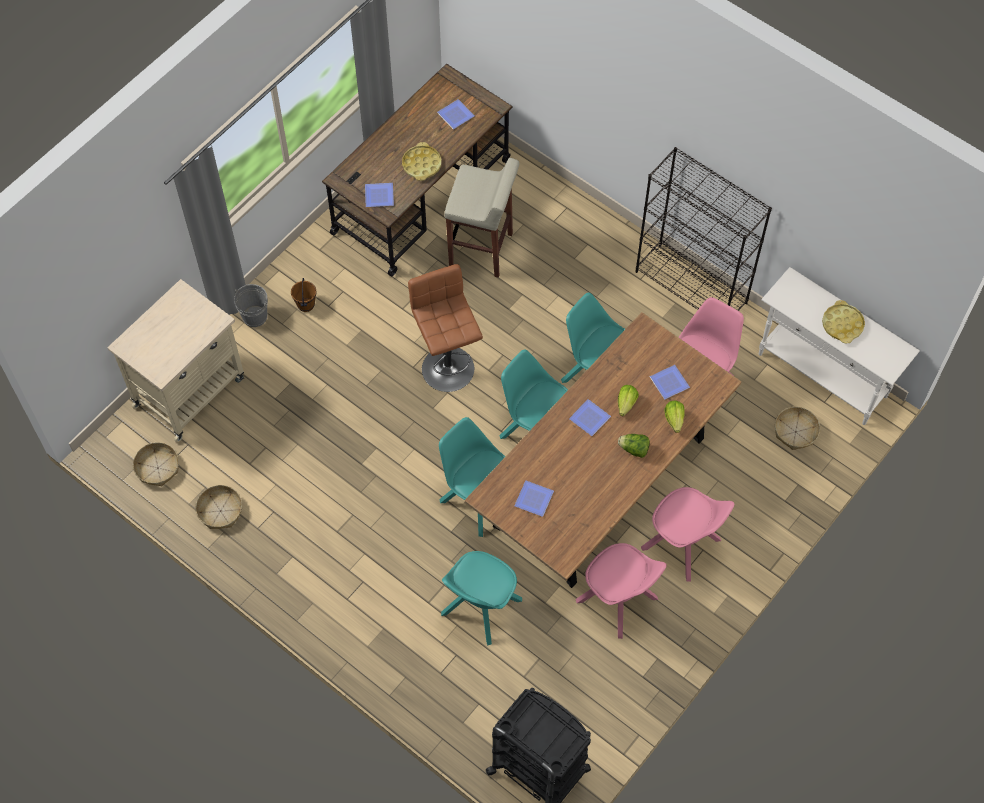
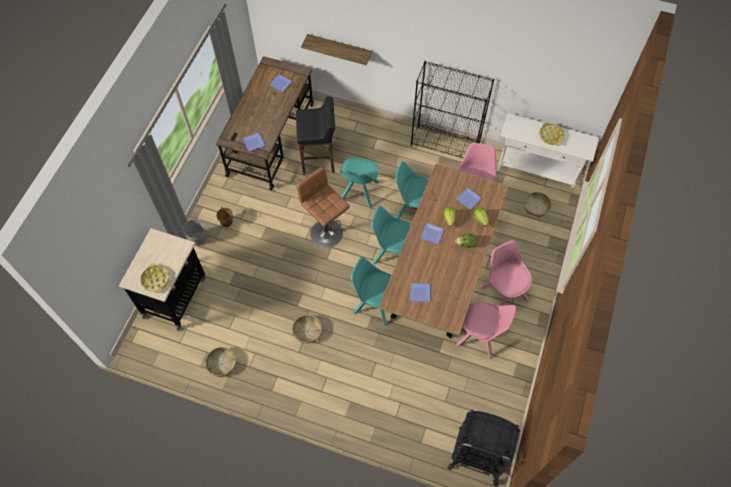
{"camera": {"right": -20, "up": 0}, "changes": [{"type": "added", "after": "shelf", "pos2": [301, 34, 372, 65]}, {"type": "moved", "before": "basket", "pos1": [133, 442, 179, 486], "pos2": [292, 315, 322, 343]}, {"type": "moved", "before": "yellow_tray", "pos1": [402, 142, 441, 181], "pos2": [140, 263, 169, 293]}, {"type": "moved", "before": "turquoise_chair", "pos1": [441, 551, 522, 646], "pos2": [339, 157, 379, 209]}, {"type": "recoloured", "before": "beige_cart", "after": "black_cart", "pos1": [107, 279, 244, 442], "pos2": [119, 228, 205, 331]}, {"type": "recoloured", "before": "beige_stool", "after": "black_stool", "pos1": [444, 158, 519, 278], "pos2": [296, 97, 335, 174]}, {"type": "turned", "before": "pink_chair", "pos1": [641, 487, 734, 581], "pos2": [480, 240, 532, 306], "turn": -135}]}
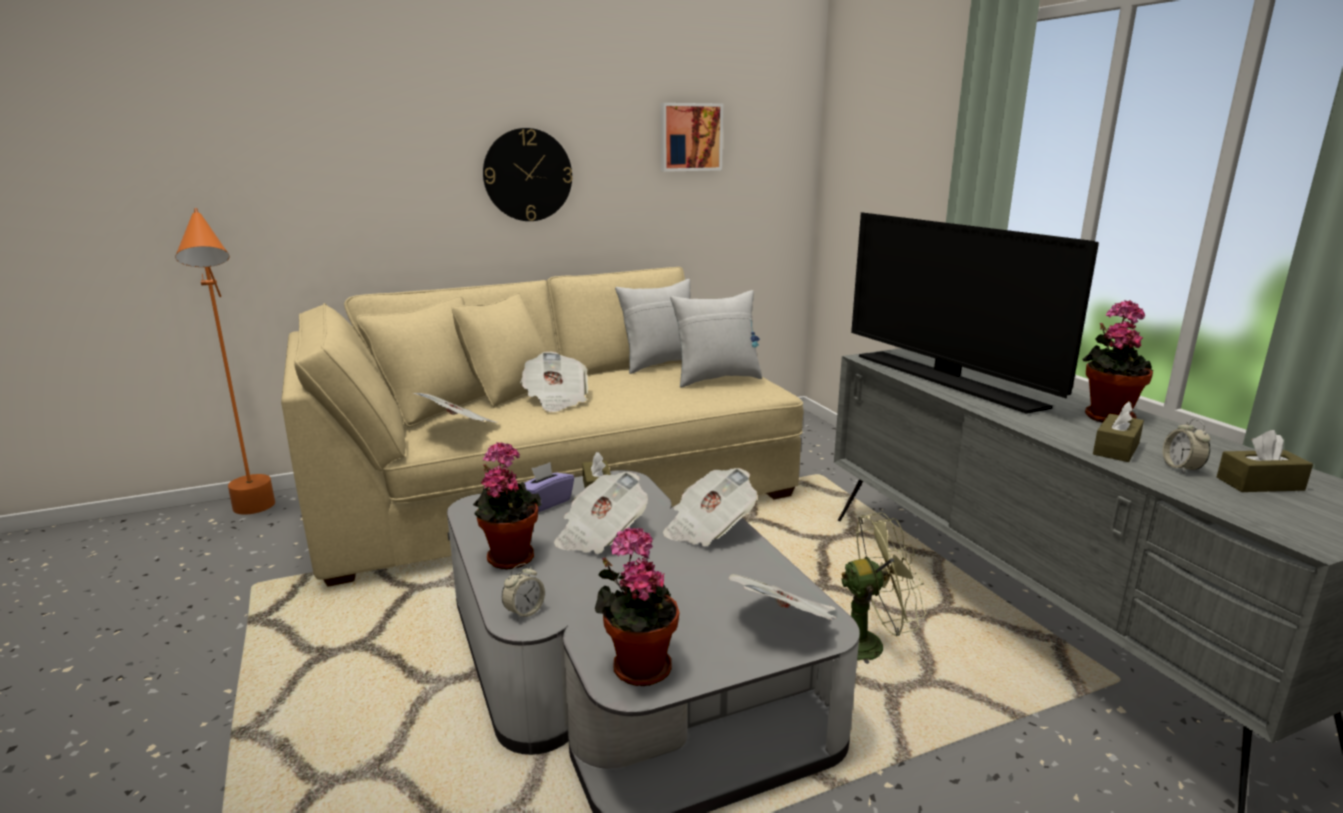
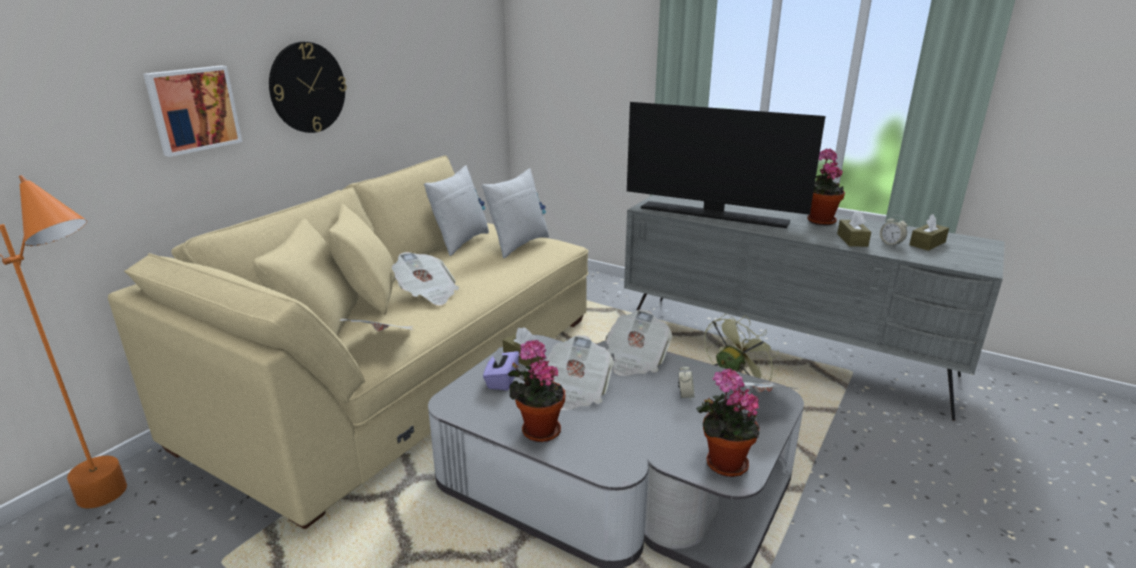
{"camera": {"right": -35, "up": 5}, "changes": [{"type": "moved", "before": "alarm_clock", "pos1": [502, 563, 545, 621], "pos2": [678, 364, 695, 401]}, {"type": "moved", "before": "picture", "pos1": [661, 103, 723, 172], "pos2": [143, 66, 242, 157]}]}
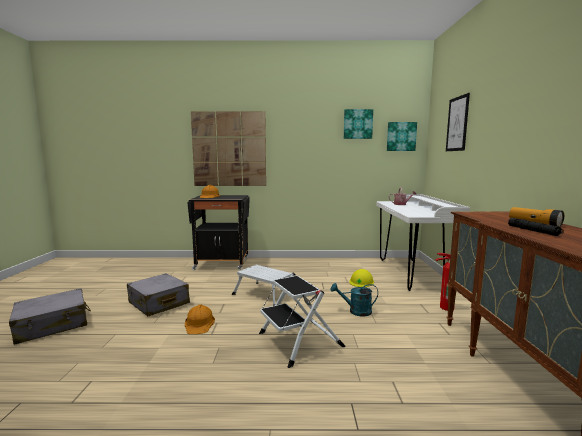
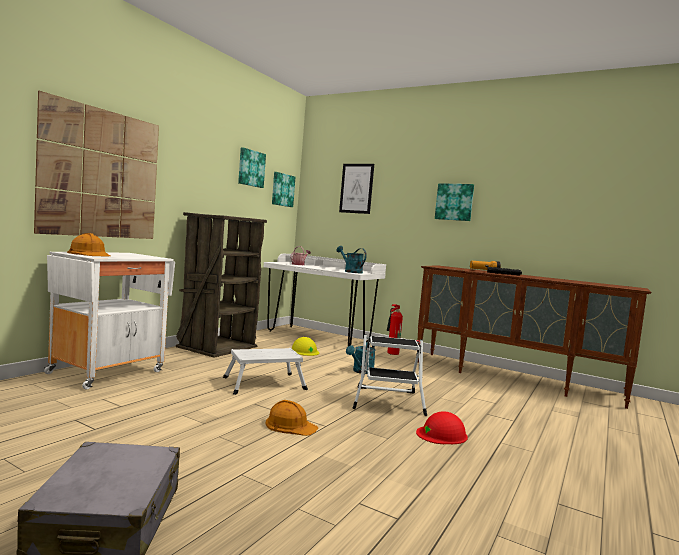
{"camera": {"right": -60, "up": -5}, "changes": [{"type": "removed", "before": "grey_suitcase", "pos1": [127, 273, 190, 316]}, {"type": "added", "after": "brown_bookcase", "pos2": [176, 212, 267, 358]}, {"type": "added", "after": "turquoise_watering_can", "pos2": [337, 246, 367, 273]}, {"type": "added", "after": "red_hard_hat", "pos2": [416, 411, 468, 444]}, {"type": "added", "after": "picture", "pos2": [435, 183, 474, 221]}, {"type": "recoloured", "before": "black_cart", "after": "white_cart", "pos1": [187, 195, 250, 270], "pos2": [44, 252, 175, 390]}]}
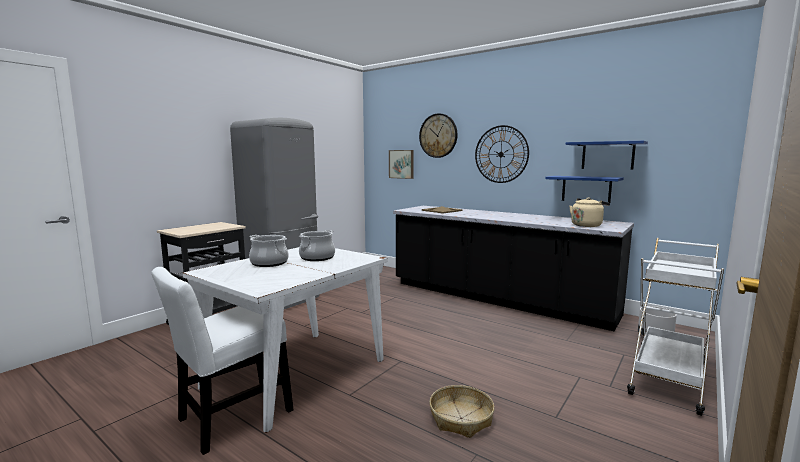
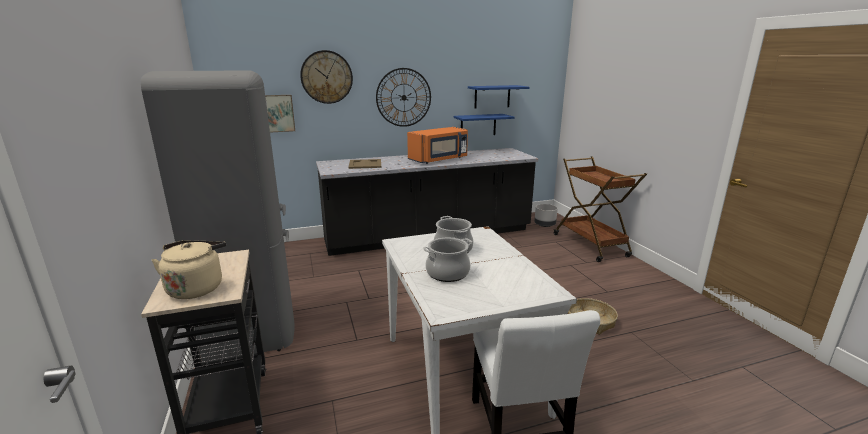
{"camera": {"right": -55, "up": 10}, "changes": [{"type": "added", "after": "orange_microwave", "pos2": [407, 127, 468, 164]}, {"type": "moved", "before": "beige_kettle", "pos1": [569, 198, 610, 227], "pos2": [152, 240, 226, 299]}, {"type": "recoloured", "before": "white_cart", "after": "brown_cart", "pos1": [627, 238, 724, 416], "pos2": [553, 156, 647, 262]}]}
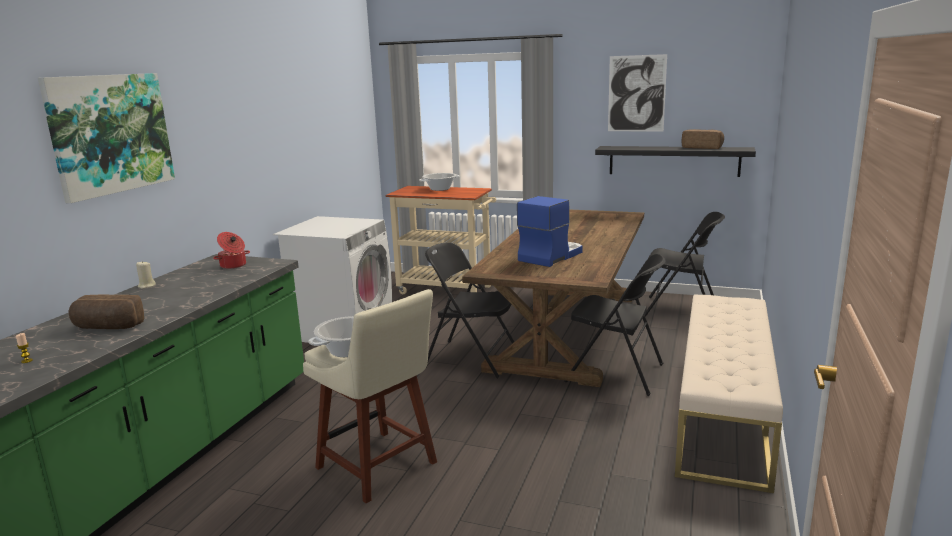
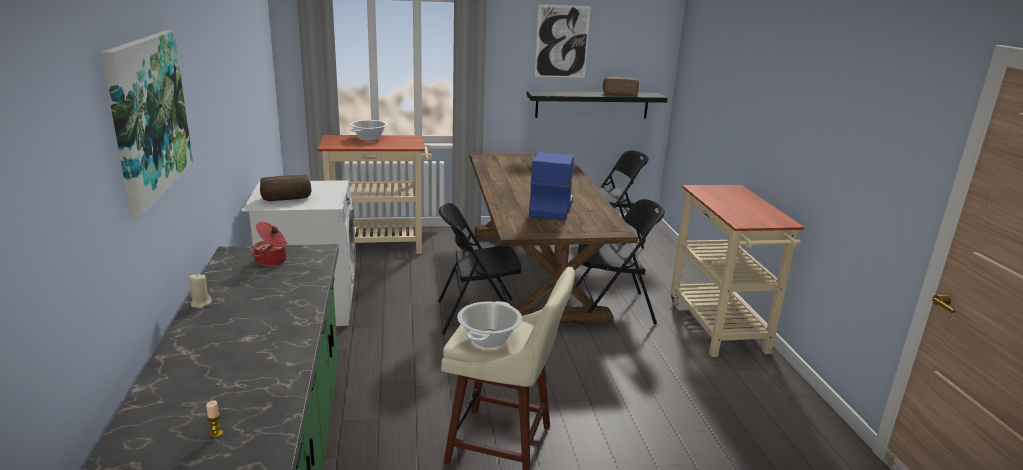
{"camera": {"right": -30, "up": 5}, "changes": [{"type": "moved", "before": "bread", "pos1": [68, 294, 144, 329], "pos2": [260, 174, 311, 201]}, {"type": "replaced", "before": "beige_bench", "after": "beige_cart", "pos1": [675, 294, 783, 493], "pos2": [670, 185, 804, 357]}]}
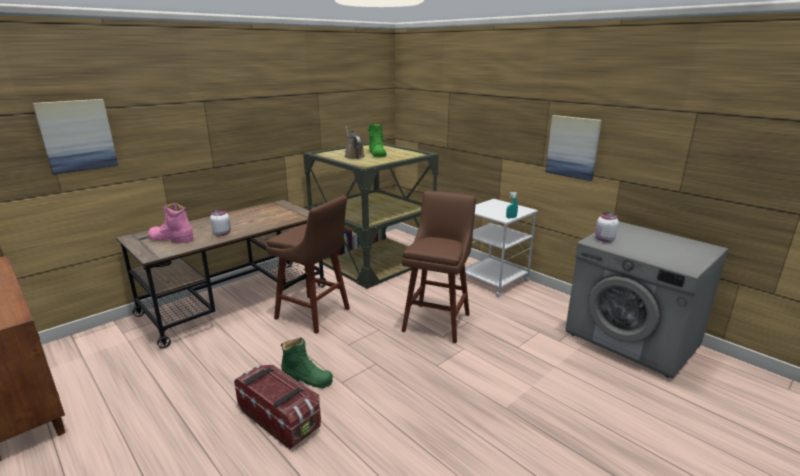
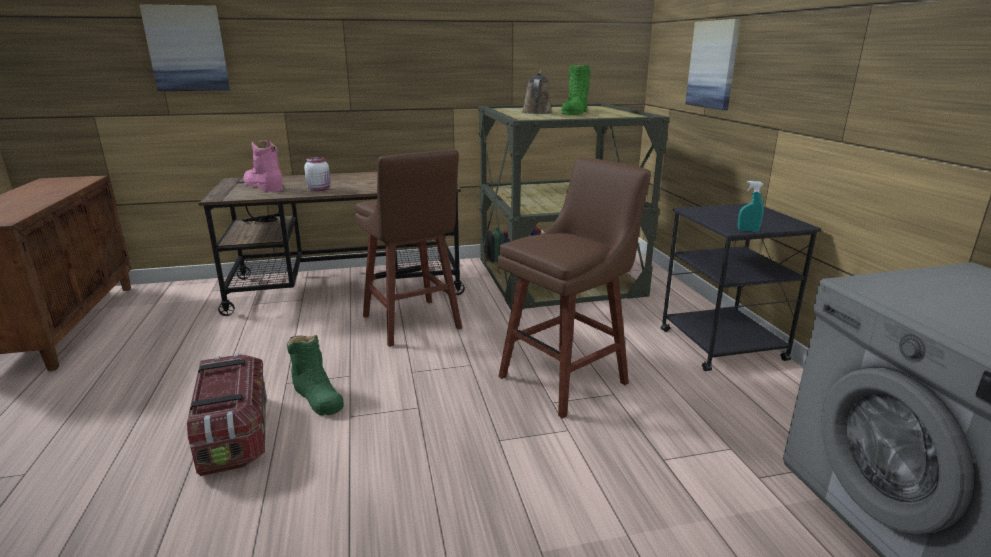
{"camera": {"right": 30, "up": 0}, "changes": [{"type": "removed", "before": "white_jar", "pos1": [595, 213, 619, 242]}, {"type": "moved", "before": "picture", "pos1": [546, 115, 602, 181], "pos2": [685, 19, 741, 110]}, {"type": "recoloured", "before": "white_cart", "after": "black_cart", "pos1": [459, 199, 538, 297], "pos2": [661, 203, 821, 371]}]}
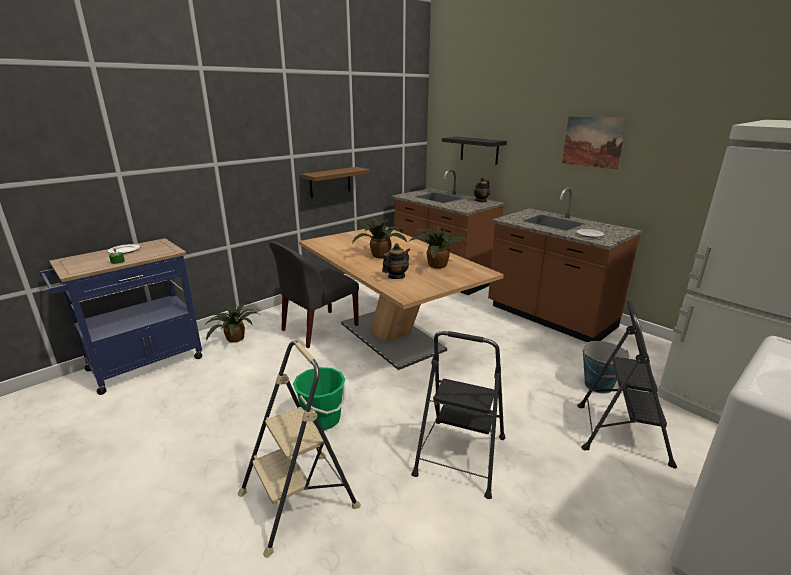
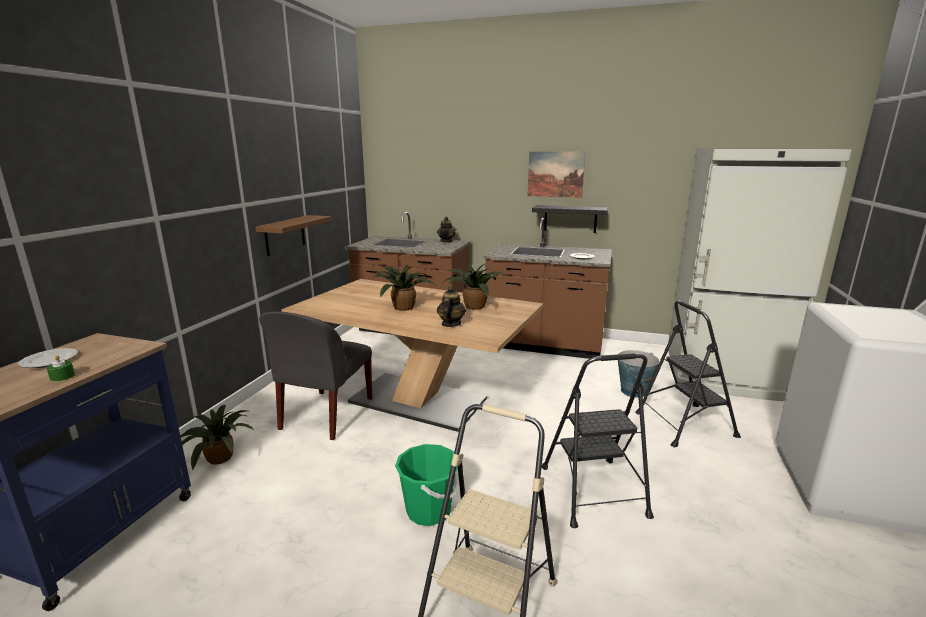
{"camera": {"right": -30, "up": -5}, "changes": [{"type": "moved", "before": "black_shelf", "pos1": [442, 137, 507, 165], "pos2": [532, 205, 608, 233]}]}
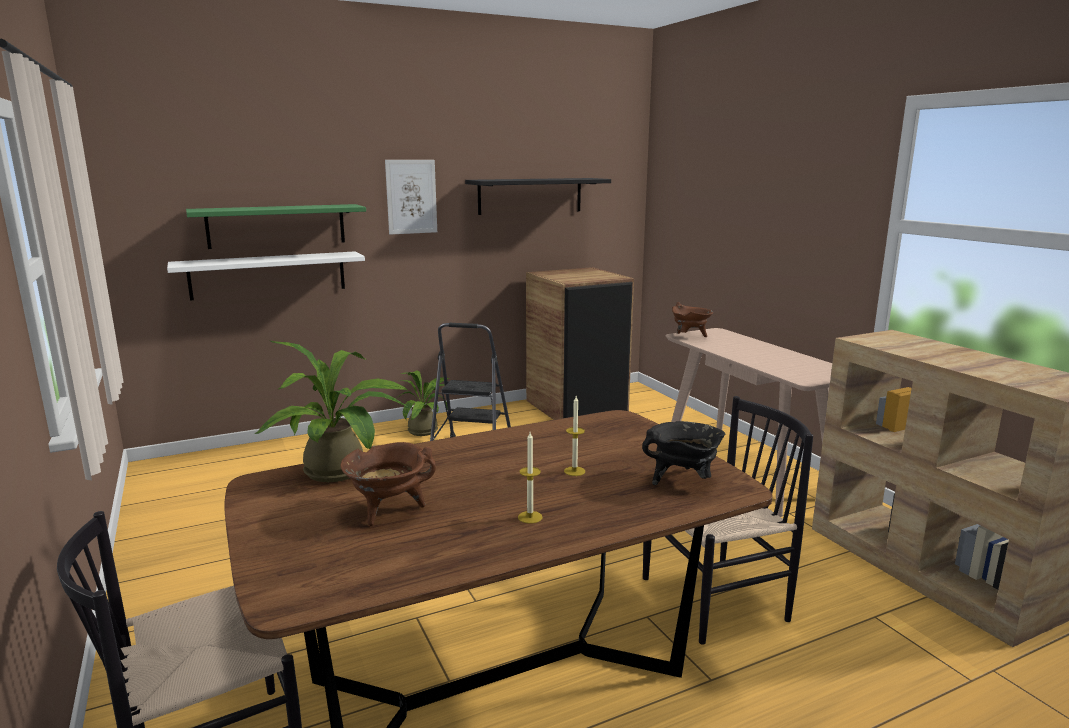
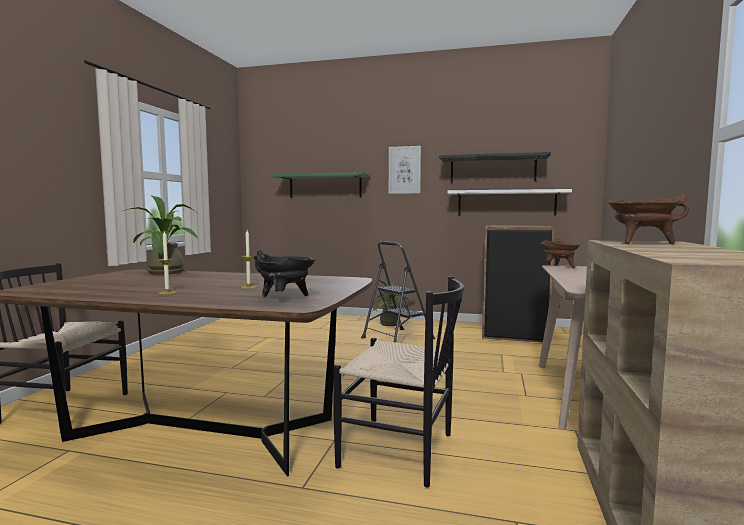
{"camera": {"right": 40, "up": -10}, "changes": [{"type": "moved", "before": "white_shelf", "pos1": [167, 251, 365, 301], "pos2": [448, 189, 572, 216]}, {"type": "moved", "before": "brown_cooking_pot", "pos1": [340, 442, 436, 526], "pos2": [608, 193, 689, 245]}]}
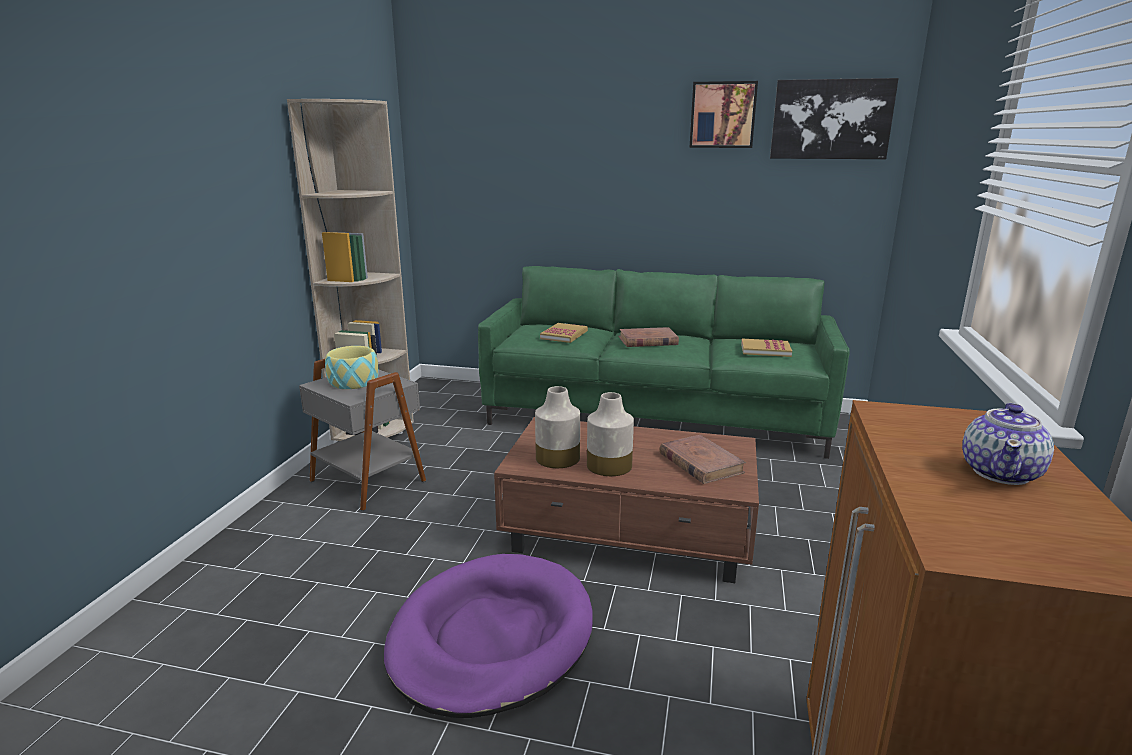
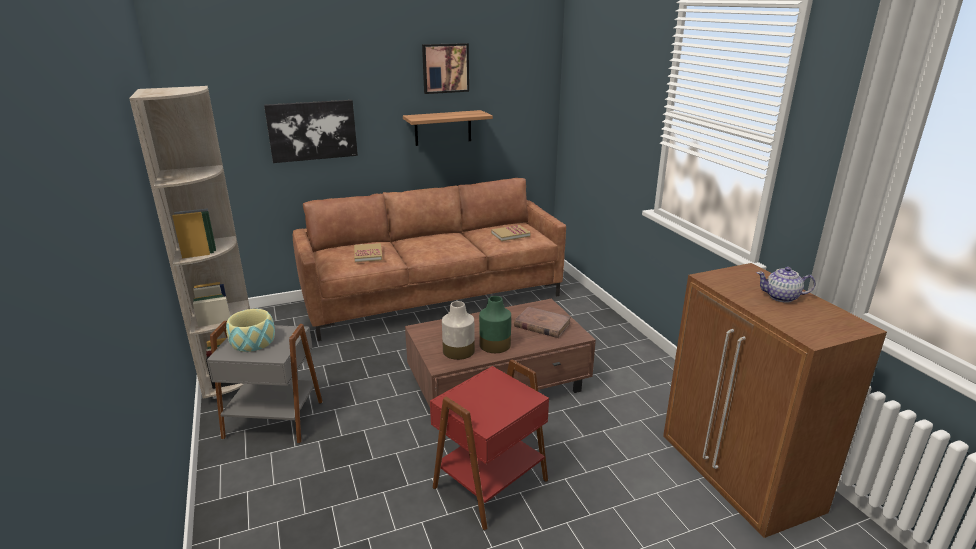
{"camera": {"right": -35, "up": 5}, "changes": [{"type": "removed", "before": "brown_book", "pos1": [618, 327, 679, 347]}, {"type": "added", "after": "shelf", "pos2": [403, 110, 493, 146]}, {"type": "moved", "before": "picture", "pos1": [770, 78, 899, 159], "pos2": [264, 100, 358, 163]}, {"type": "replaced", "before": "purple_dog_bed", "after": "red_side_table", "pos1": [384, 554, 593, 718], "pos2": [430, 360, 549, 531]}, {"type": "recoloured", "before": "green_sofa", "after": "brown_sofa", "pos1": [478, 266, 850, 459], "pos2": [293, 178, 566, 341]}, {"type": "recoloured", "before": "beige_vase", "after": "green_vase", "pos1": [587, 392, 634, 476], "pos2": [479, 296, 511, 353]}, {"type": "turned", "before": "teapot", "pos1": [962, 403, 1054, 485], "pos2": [757, 267, 816, 303], "turn": 105}]}
